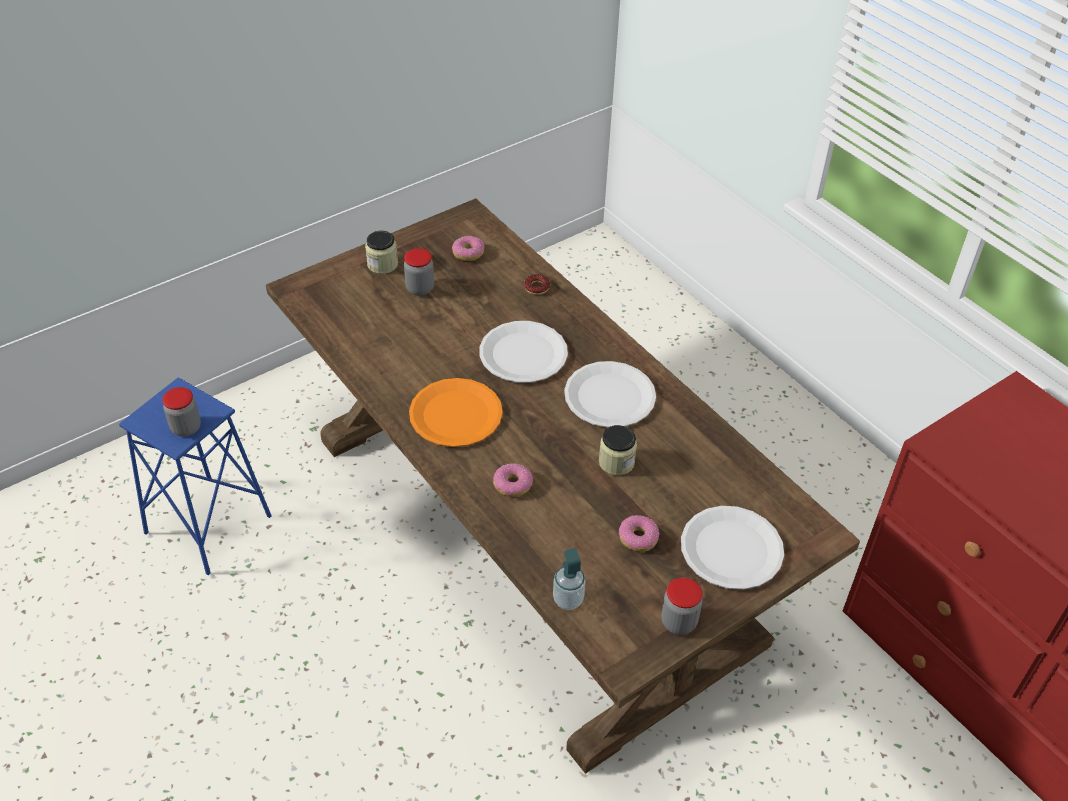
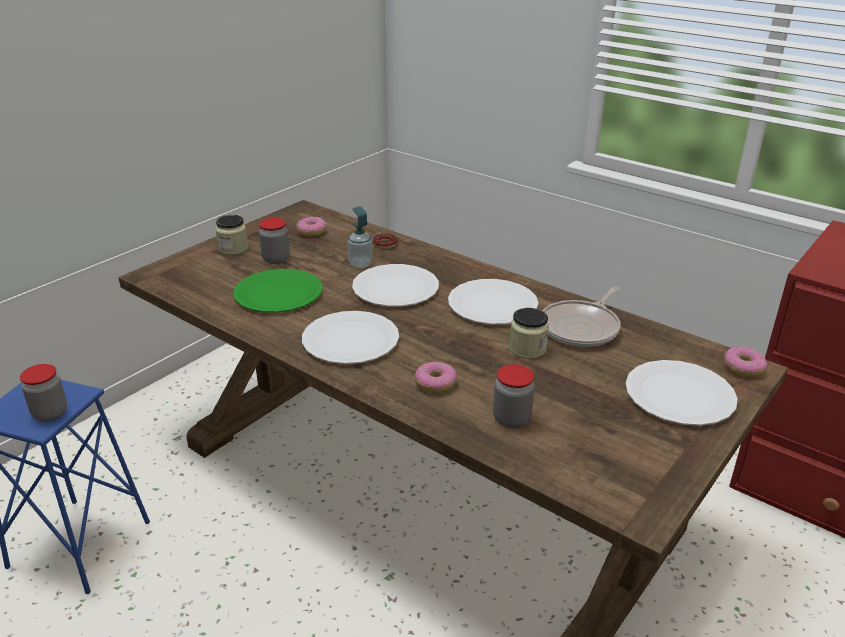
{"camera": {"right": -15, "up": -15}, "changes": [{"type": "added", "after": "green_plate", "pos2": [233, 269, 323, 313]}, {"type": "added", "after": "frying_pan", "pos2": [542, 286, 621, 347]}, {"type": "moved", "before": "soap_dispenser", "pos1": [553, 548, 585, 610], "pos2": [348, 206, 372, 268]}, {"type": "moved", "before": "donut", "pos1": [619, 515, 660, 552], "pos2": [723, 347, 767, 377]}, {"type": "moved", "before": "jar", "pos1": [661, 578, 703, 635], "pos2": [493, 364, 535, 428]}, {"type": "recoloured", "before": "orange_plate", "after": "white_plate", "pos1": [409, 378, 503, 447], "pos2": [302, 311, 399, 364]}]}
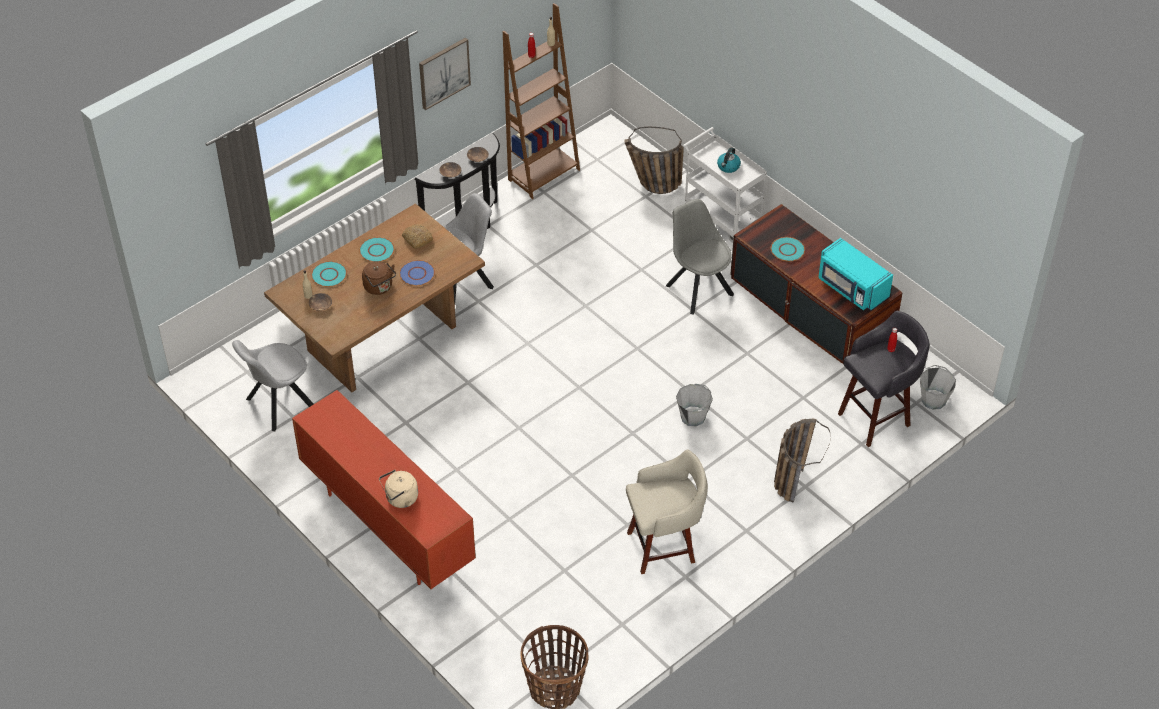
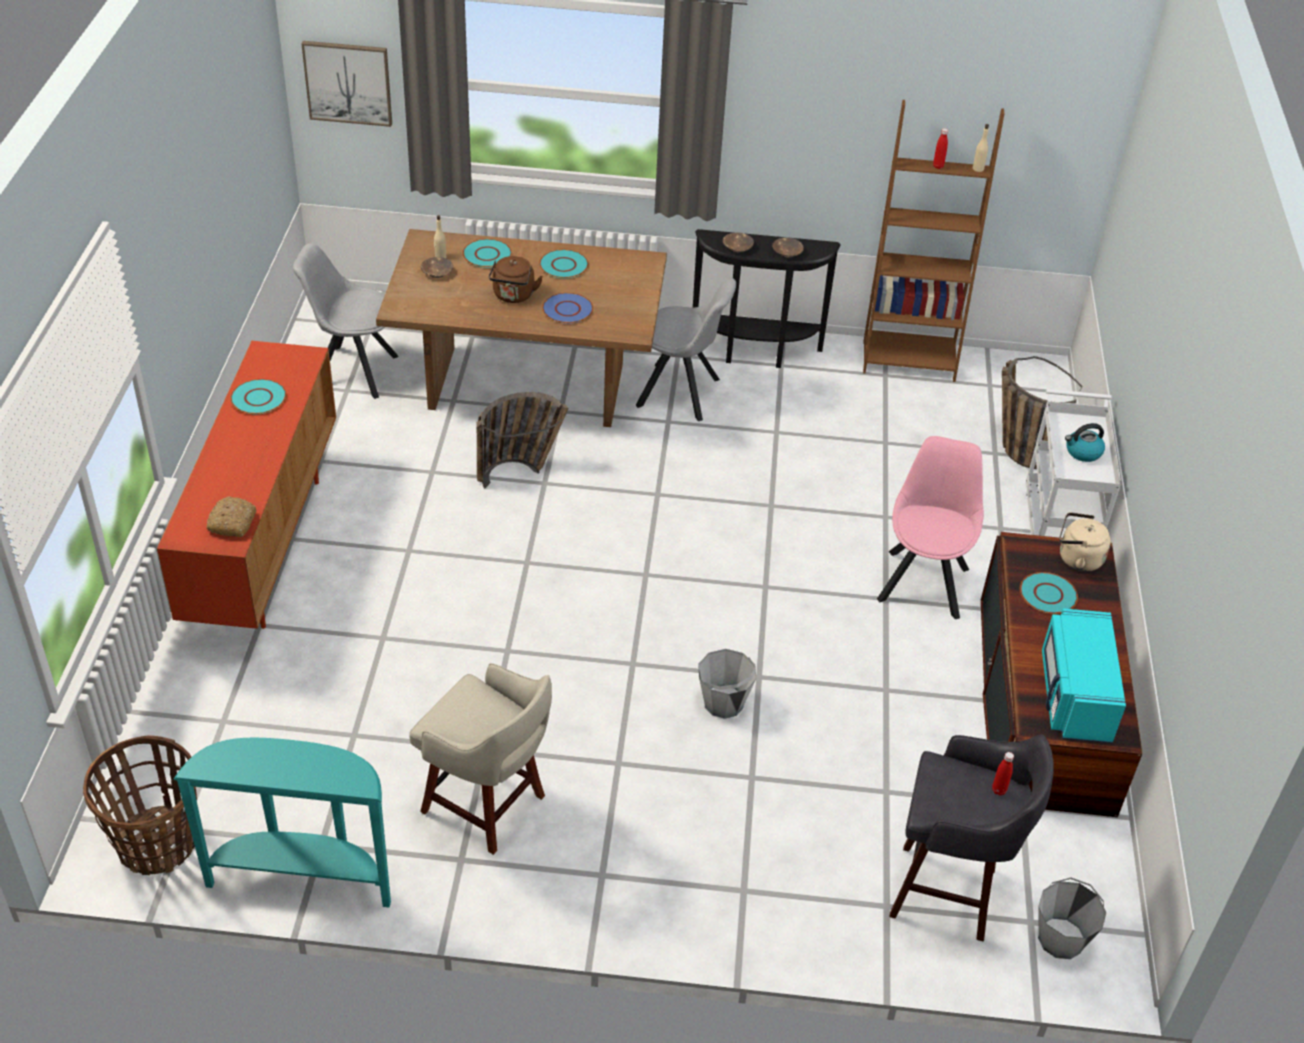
{"camera": {"right": 45, "up": -5}, "changes": [{"type": "added", "after": "turquoise_console_table", "pos2": [173, 738, 391, 908]}, {"type": "added", "after": "turquoise_plate", "pos2": [230, 379, 287, 414]}, {"type": "moved", "before": "beige_kettle", "pos1": [379, 470, 418, 508], "pos2": [1059, 512, 1111, 571]}, {"type": "moved", "before": "bread", "pos1": [402, 224, 433, 249], "pos2": [207, 496, 256, 537]}, {"type": "moved", "before": "picture", "pos1": [419, 37, 471, 110], "pos2": [301, 41, 392, 127]}, {"type": "moved", "before": "basket", "pos1": [774, 418, 831, 503], "pos2": [477, 392, 568, 488]}, {"type": "recoloured", "before": "grey_chair", "after": "pink_chair", "pos1": [666, 199, 734, 315], "pos2": [877, 436, 984, 619]}]}
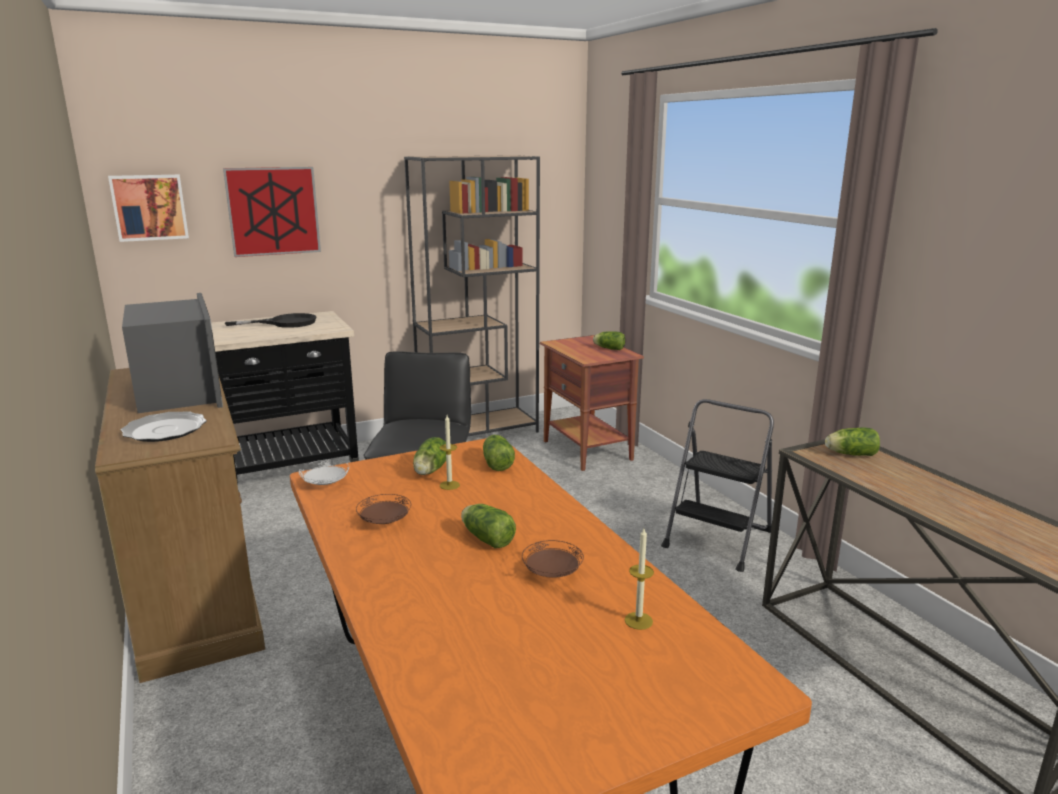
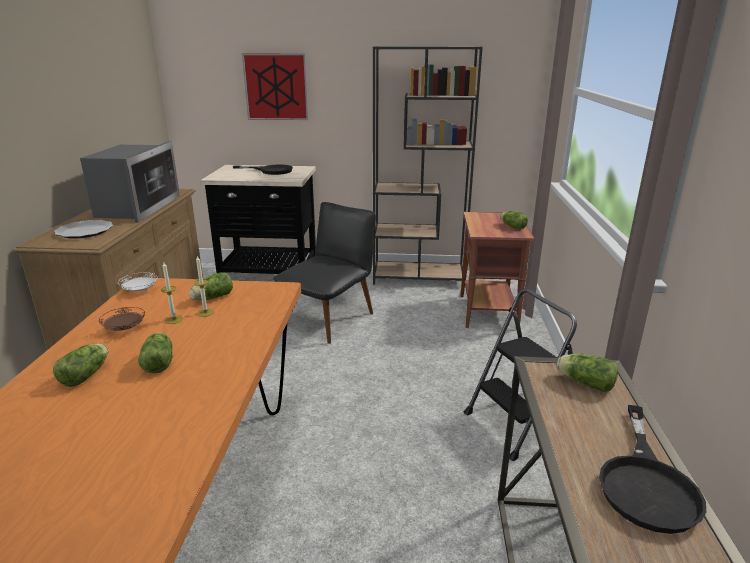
{"camera": {"right": 30, "up": 5}, "changes": [{"type": "removed", "before": "picture", "pos1": [108, 175, 189, 242]}, {"type": "removed", "before": "brown_plate", "pos1": [522, 540, 584, 578]}, {"type": "added", "after": "black_frying_pan", "pos2": [599, 405, 706, 534]}, {"type": "moved", "before": "lettuce", "pos1": [483, 435, 515, 471], "pos2": [53, 344, 108, 387]}, {"type": "moved", "before": "candle", "pos1": [625, 528, 654, 630], "pos2": [161, 263, 183, 324]}]}
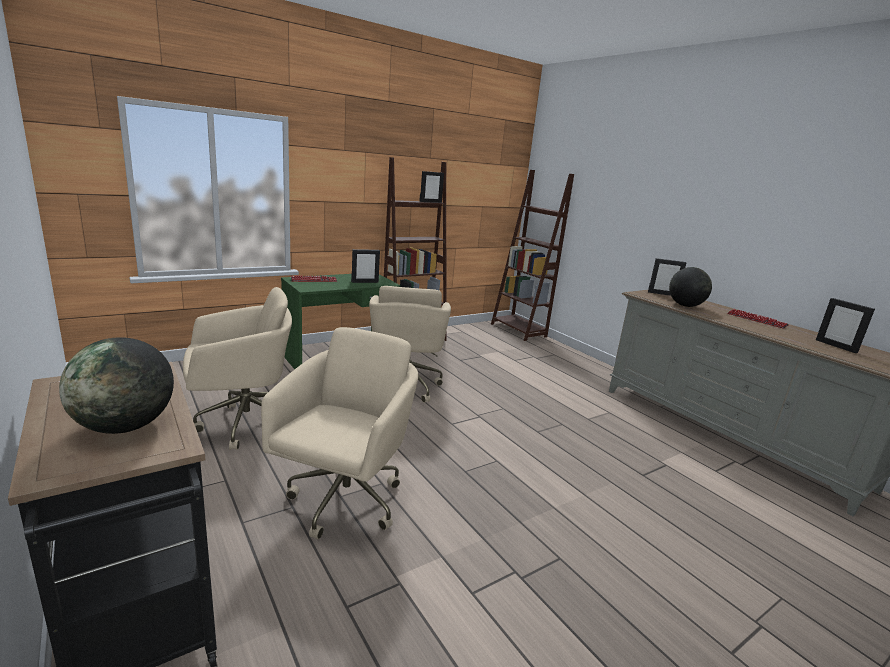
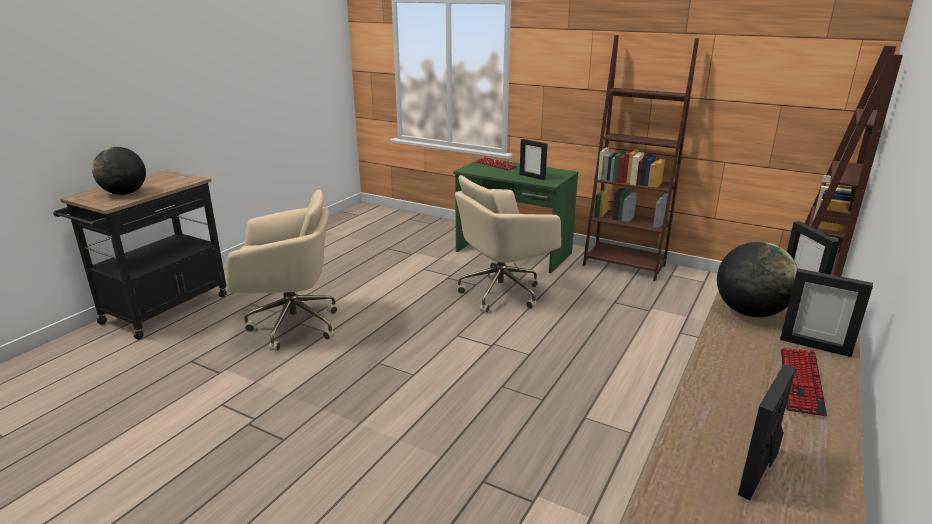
{"camera": {"right": 65, "up": 5}, "changes": [{"type": "removed", "before": "beige_office_chair", "pos1": [183, 287, 292, 450]}, {"type": "moved", "before": "picture_frame", "pos1": [419, 171, 444, 203], "pos2": [780, 268, 873, 357]}]}
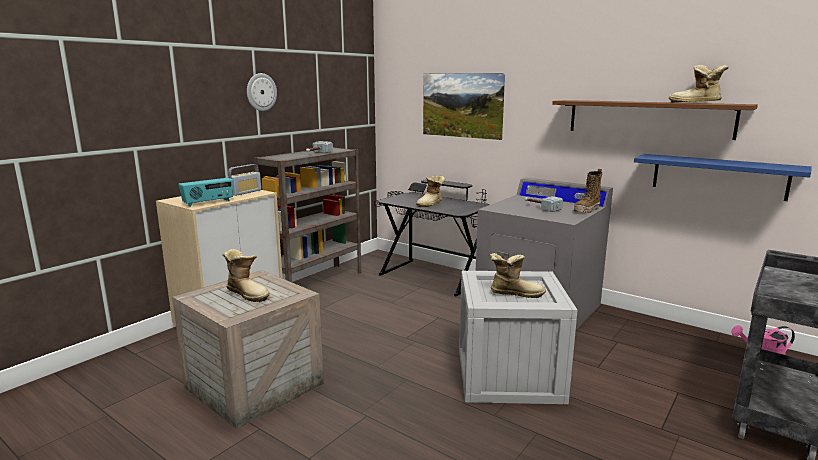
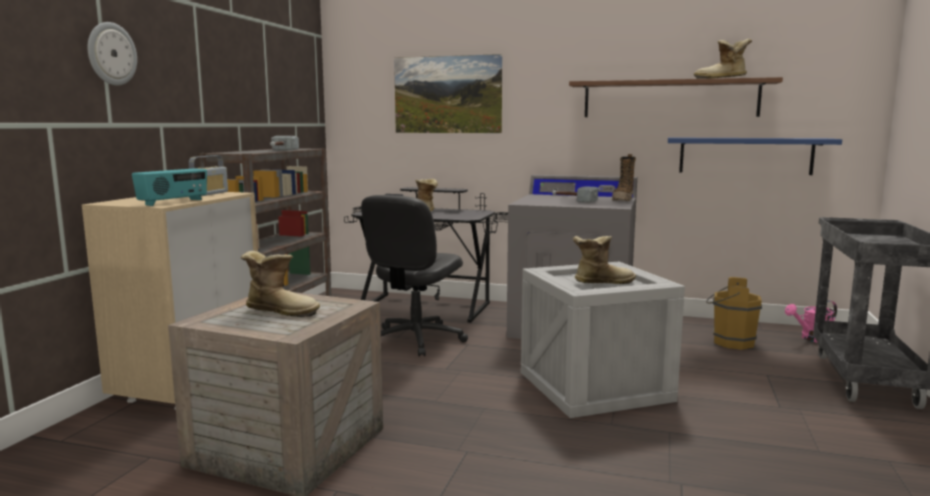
{"camera": {"right": -20, "up": -5}, "changes": [{"type": "added", "after": "black_office_chair", "pos2": [361, 195, 468, 356]}, {"type": "added", "after": "brown_bucket", "pos2": [706, 277, 762, 350]}, {"type": "moved", "before": "wall_clock", "pos1": [247, 73, 277, 111], "pos2": [88, 22, 137, 86]}]}
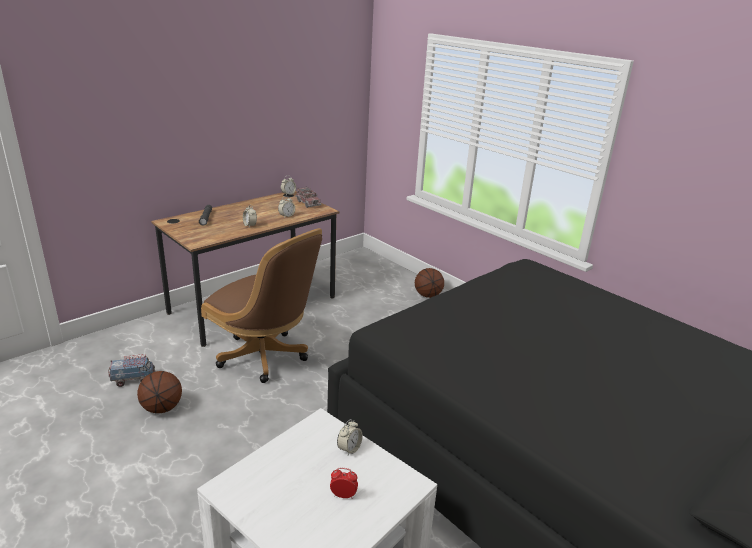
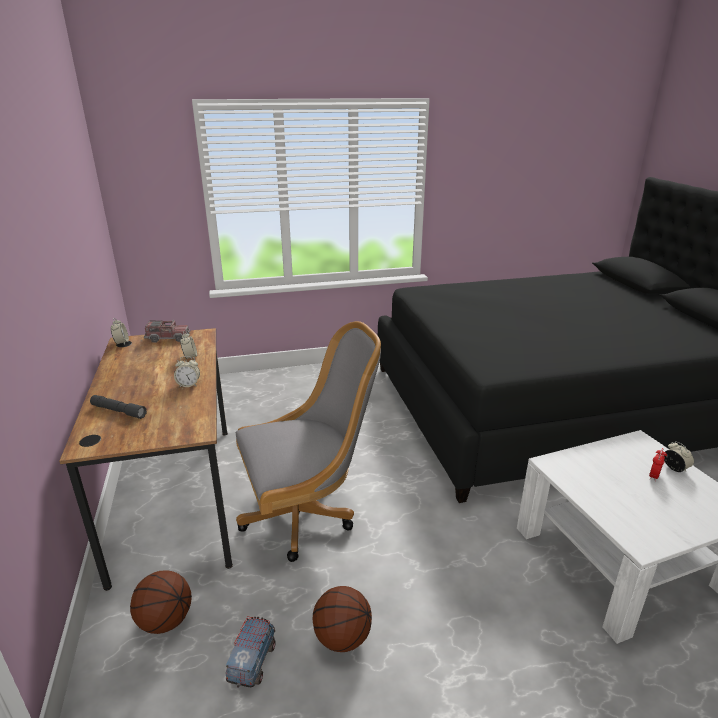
{"camera": {"right": -60, "up": 0}, "changes": [{"type": "moved", "before": "alarm_clock", "pos1": [337, 419, 363, 456], "pos2": [664, 441, 694, 472]}, {"type": "moved", "before": "basketball", "pos1": [415, 268, 444, 298], "pos2": [130, 570, 192, 634]}, {"type": "recoloured", "before": "brown_office_chair", "after": "grey_office_chair", "pos1": [201, 228, 322, 383], "pos2": [236, 321, 381, 562]}]}
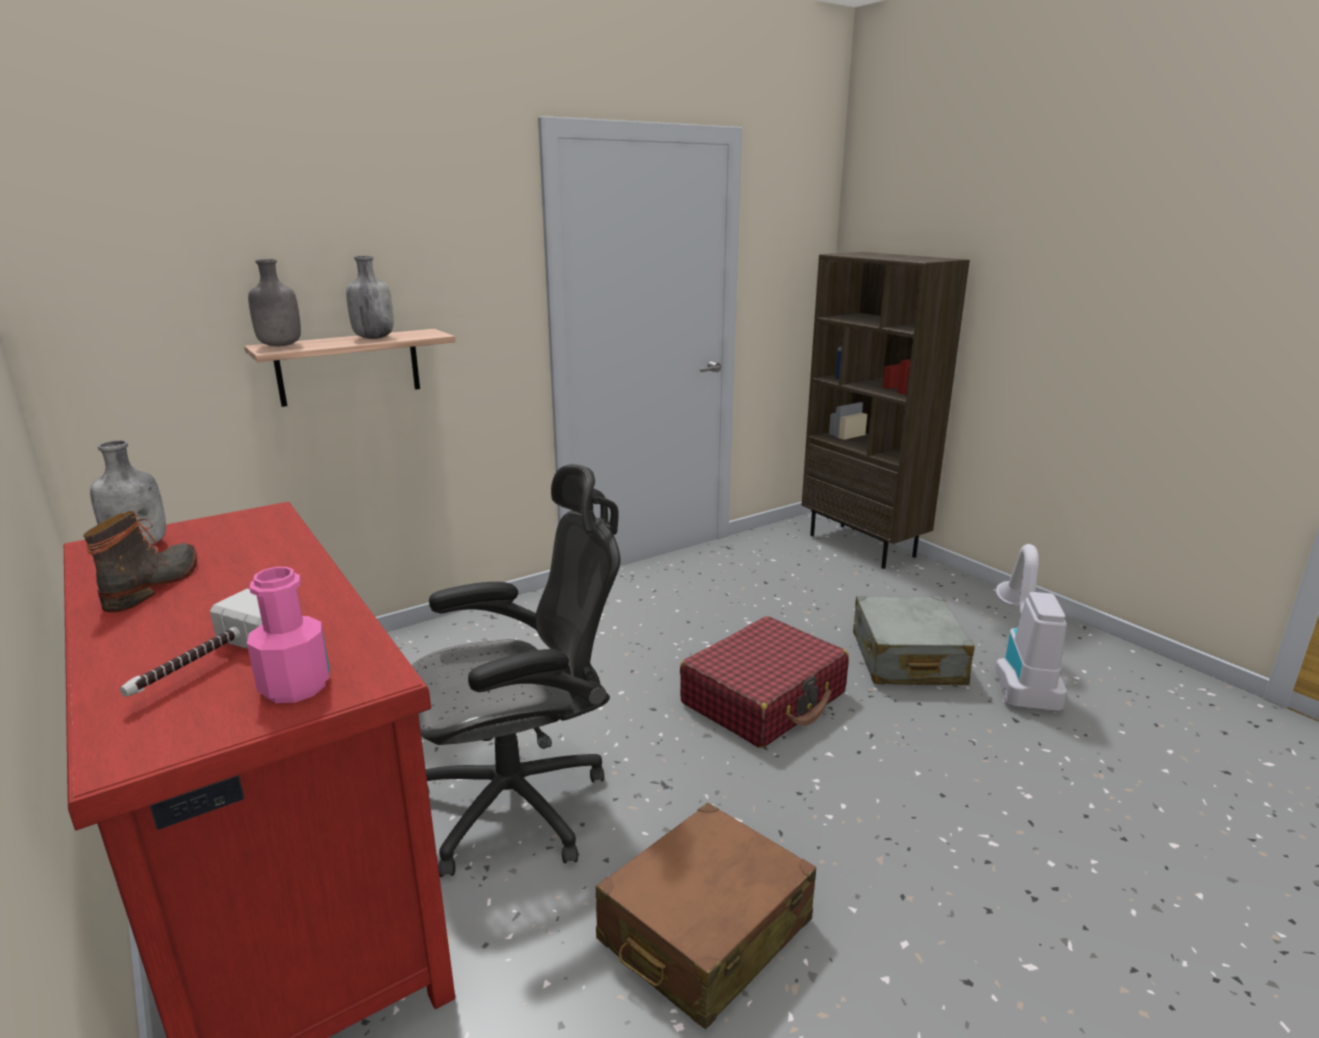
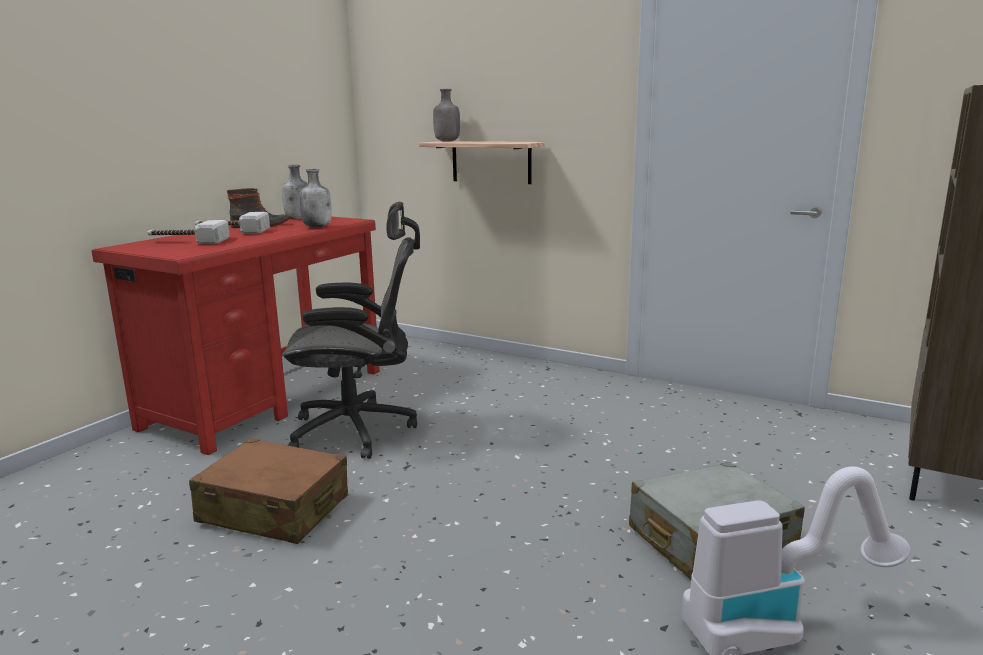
{"camera": {"right": 65, "up": -5}, "changes": [{"type": "removed", "before": "pink_bottle", "pos1": [247, 567, 329, 703]}, {"type": "removed", "before": "red_suitcase", "pos1": [680, 616, 849, 748]}, {"type": "added", "after": "hammer", "pos2": [195, 212, 270, 234]}, {"type": "moved", "before": "grey_bottle", "pos1": [346, 256, 393, 339], "pos2": [299, 169, 331, 228]}, {"type": "turned", "before": "office_chair", "pos1": [411, 464, 621, 877], "pos2": [282, 202, 420, 459], "turn": -45}]}
